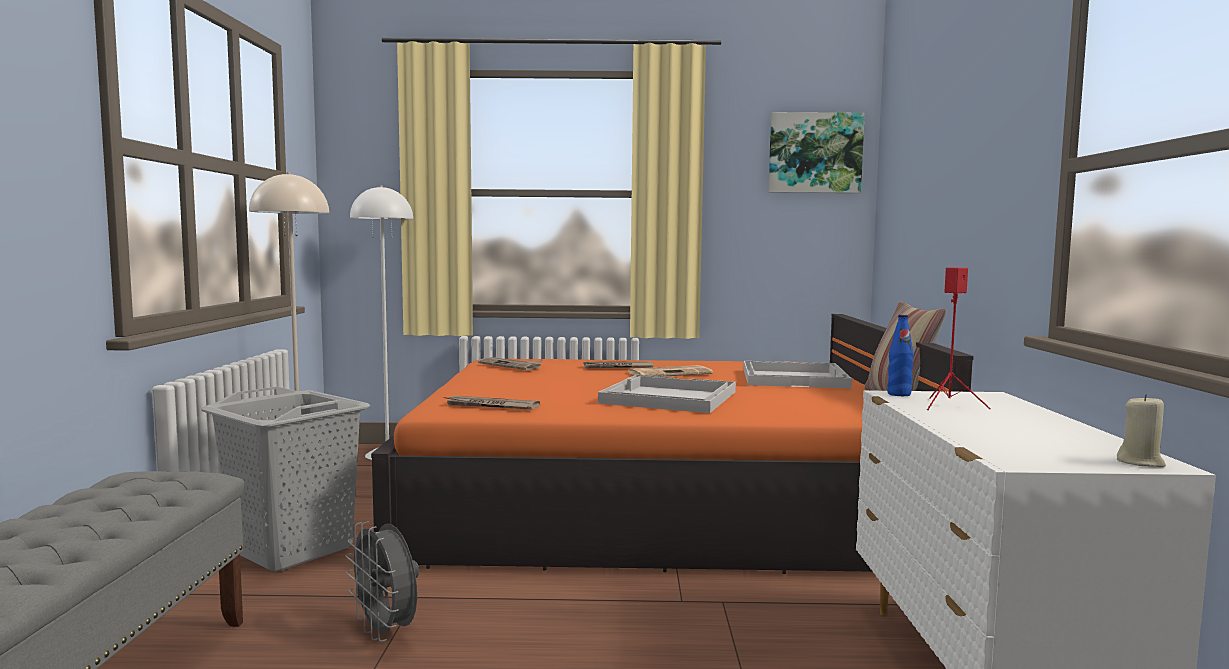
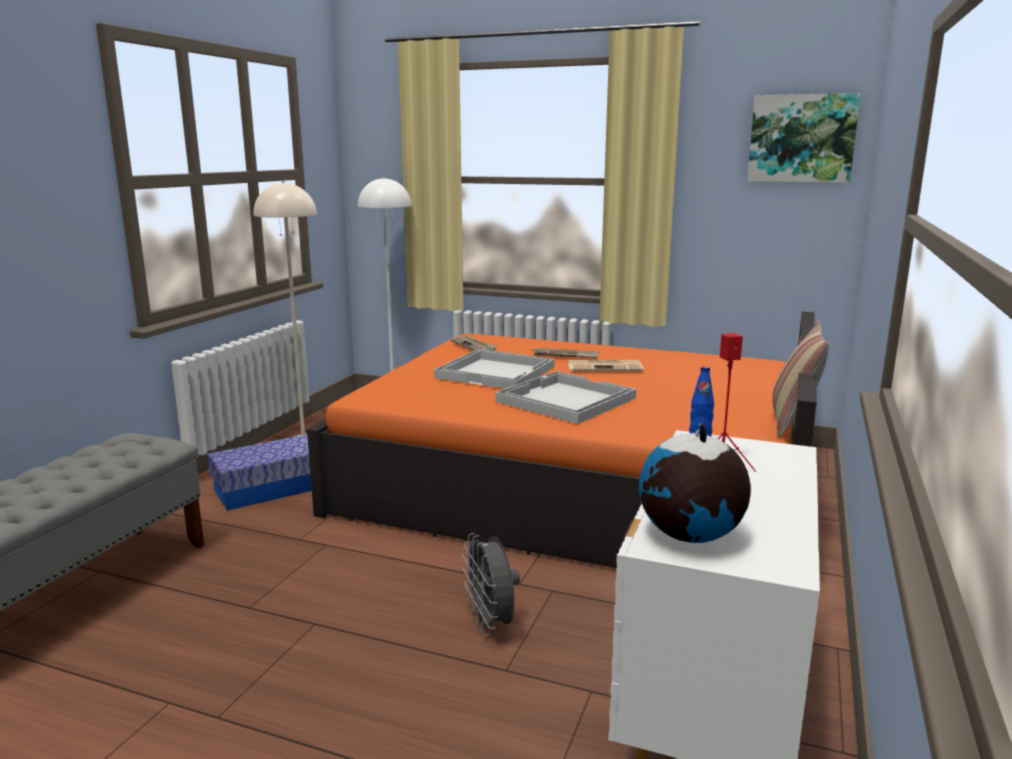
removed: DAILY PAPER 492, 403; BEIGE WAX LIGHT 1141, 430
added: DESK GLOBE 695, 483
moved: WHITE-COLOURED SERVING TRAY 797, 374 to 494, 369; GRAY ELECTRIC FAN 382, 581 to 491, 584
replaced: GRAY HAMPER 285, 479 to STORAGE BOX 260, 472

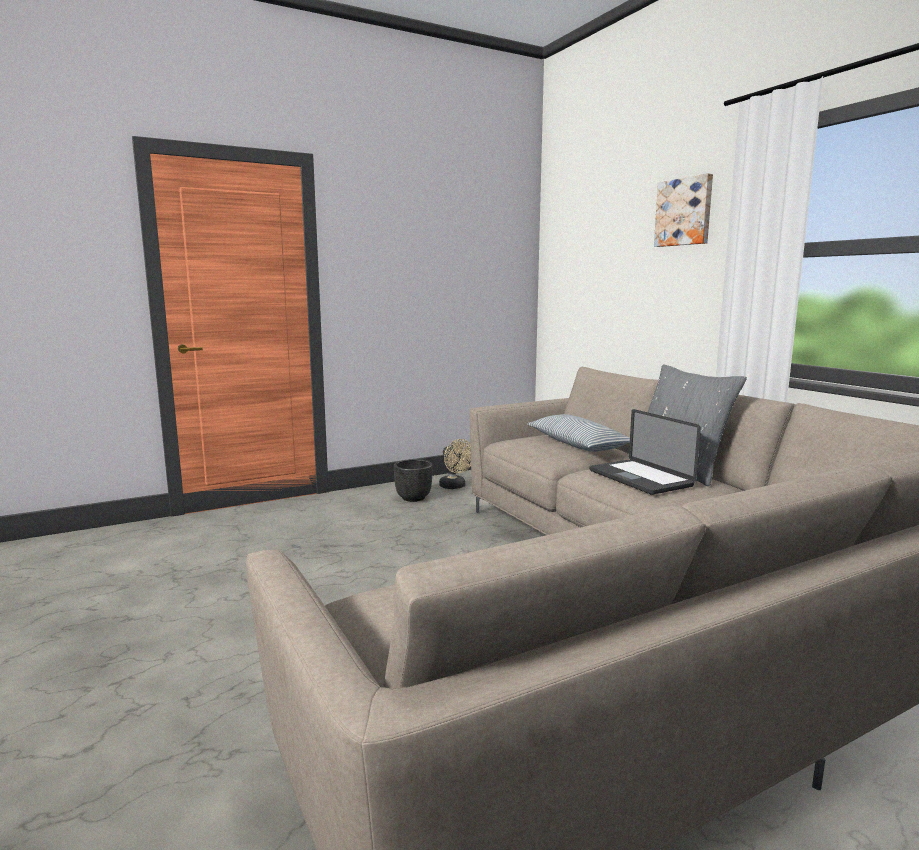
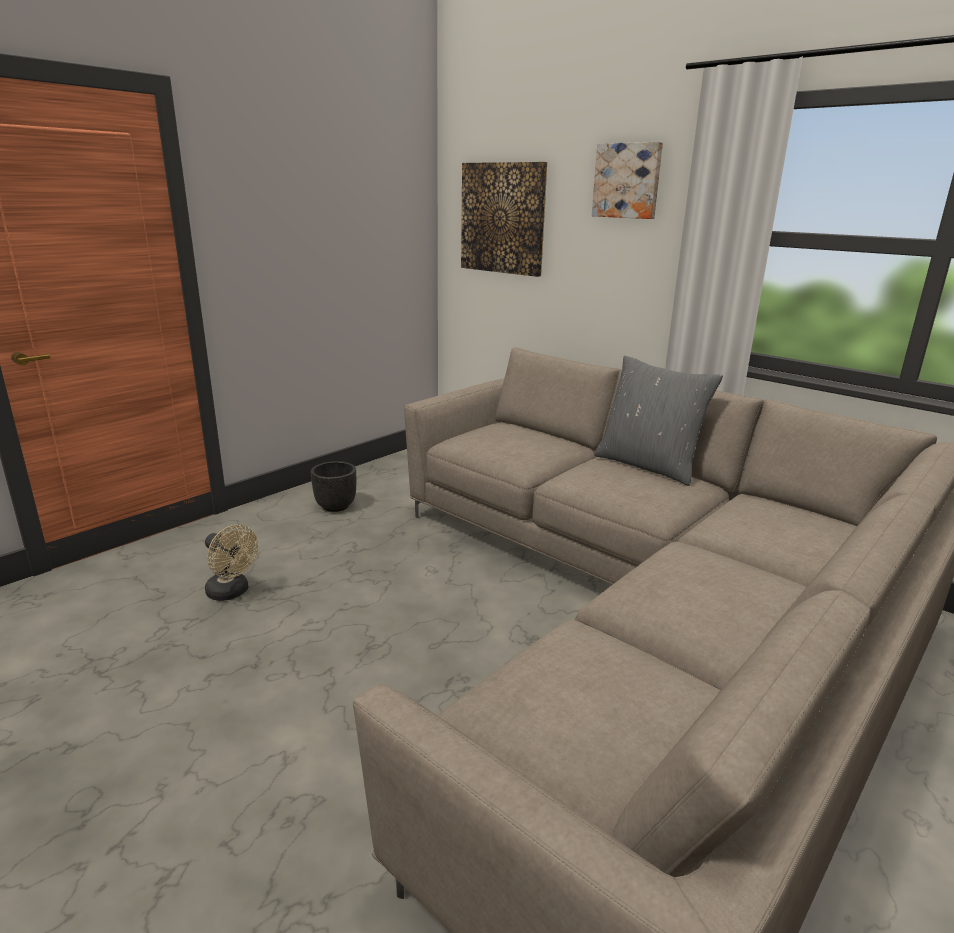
removed: THROW PILLOW 578, 433; PORTABLE COMPUTER 645, 452
added: PICTURE 504, 219
moved: BEIGE ELECTRIC FAN 455, 464 to 231, 563

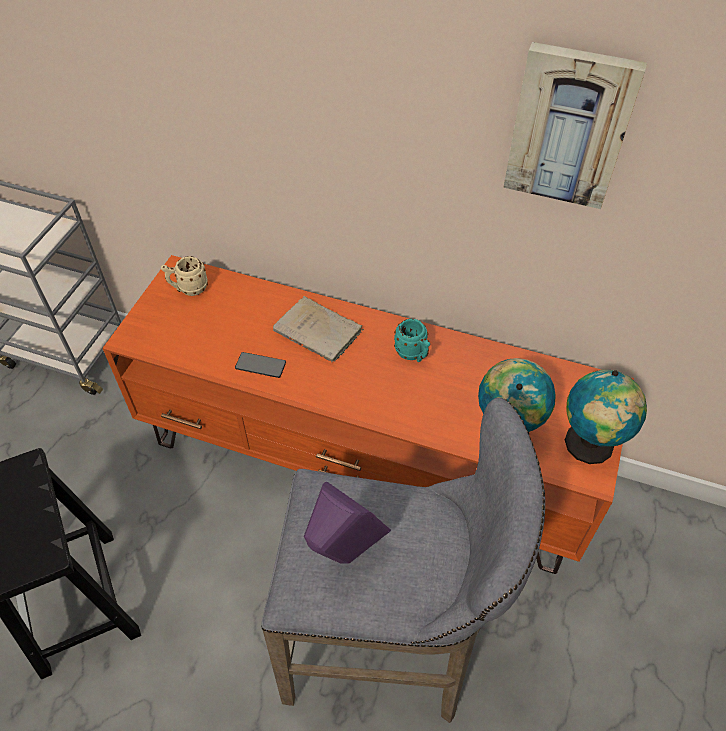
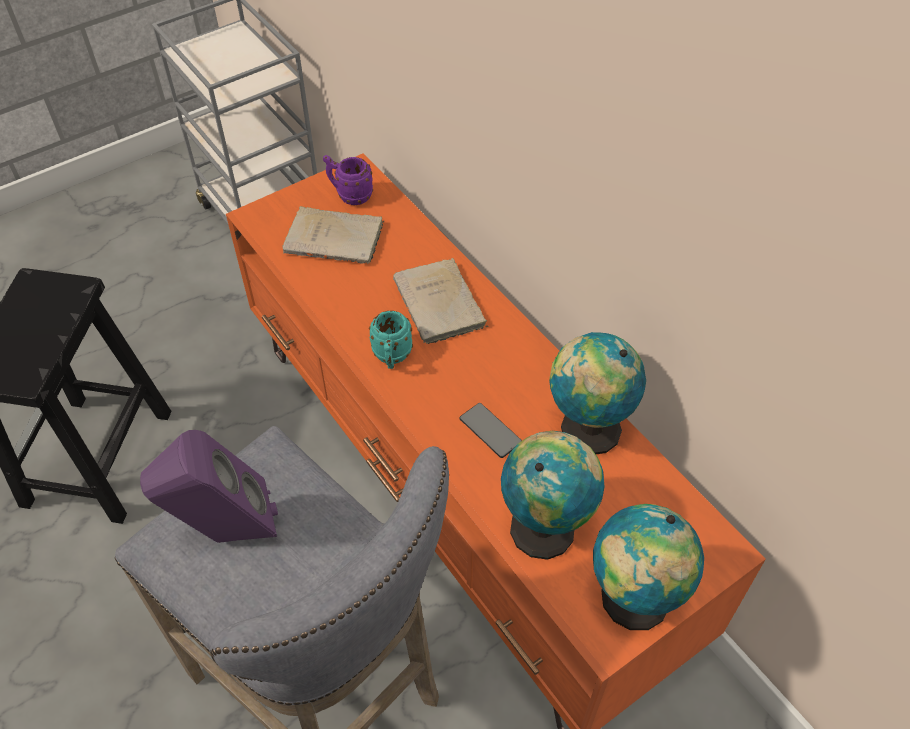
removed: PICTURE 575, 125
added: BEIGE BOOK 333, 235; DESK GLOBE 597, 393
moved: TURQUOISE-COLOURED MUG 412, 340 to 391, 340; PHONE 260, 365 to 490, 430
recoloured: BEIGE MUG 184, 276 to PURPLE MUG 348, 180

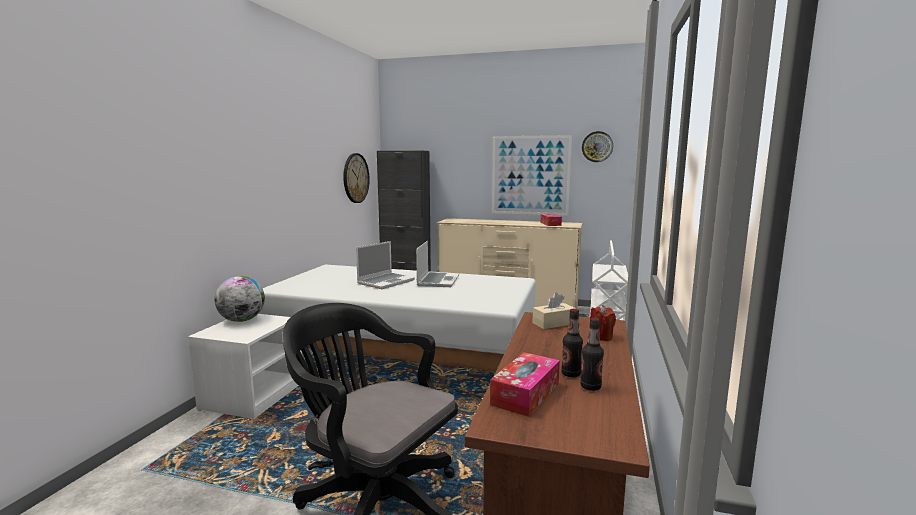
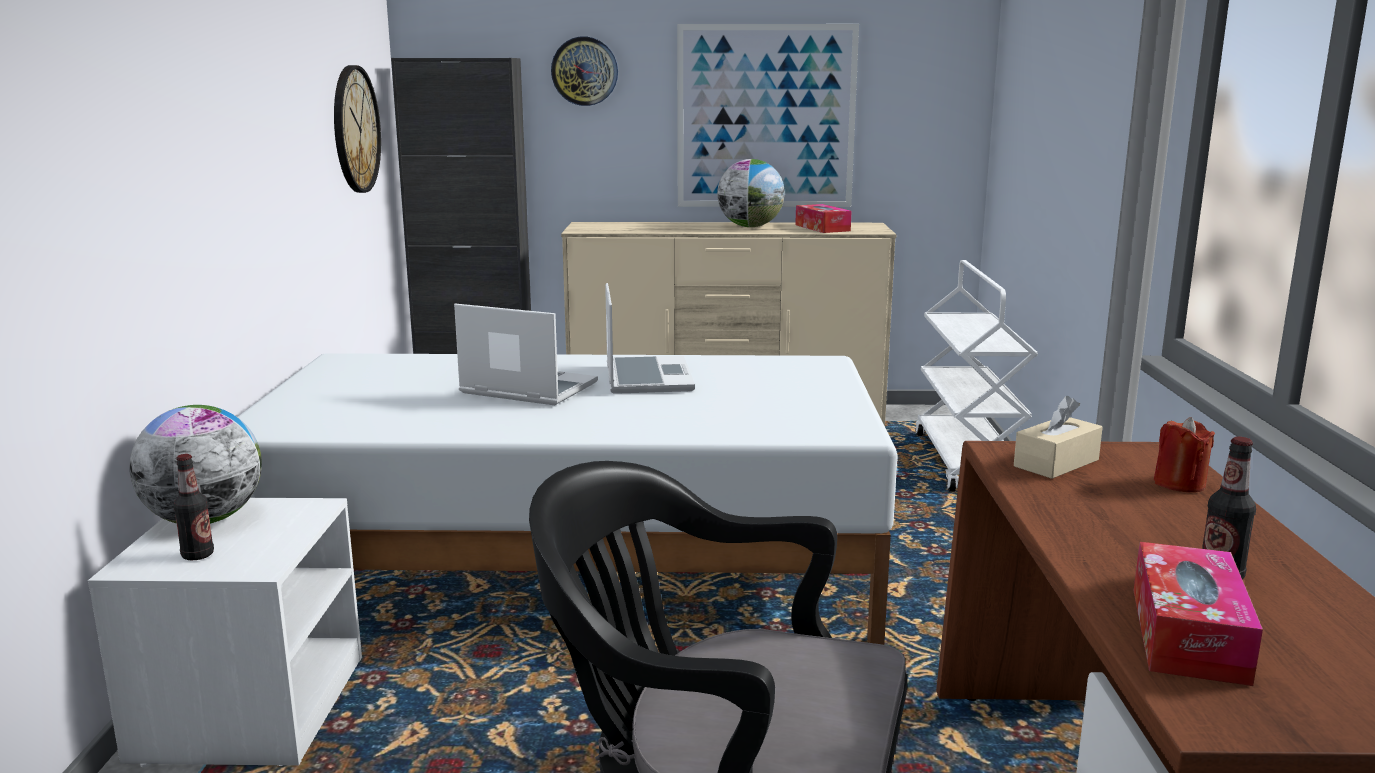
added: DESK GLOBE 751, 193
moved: DRINK BOTTLE 592, 354 to 193, 507; CLOCK ON THE WALL 597, 146 to 584, 71
turned: PORTABLE COMPUTER 385, 265 = 526, 354 90 degrees counterclockwise

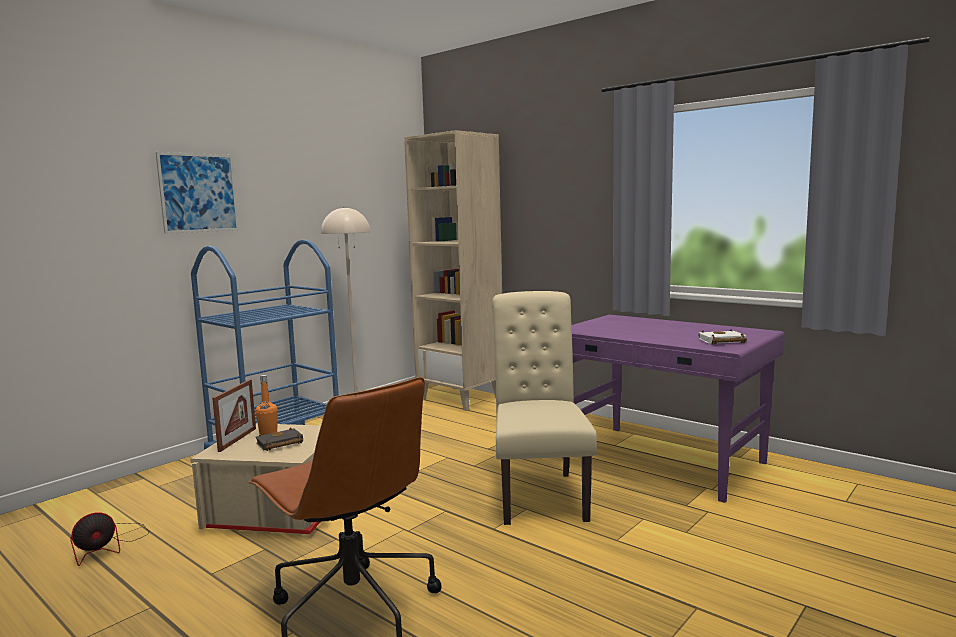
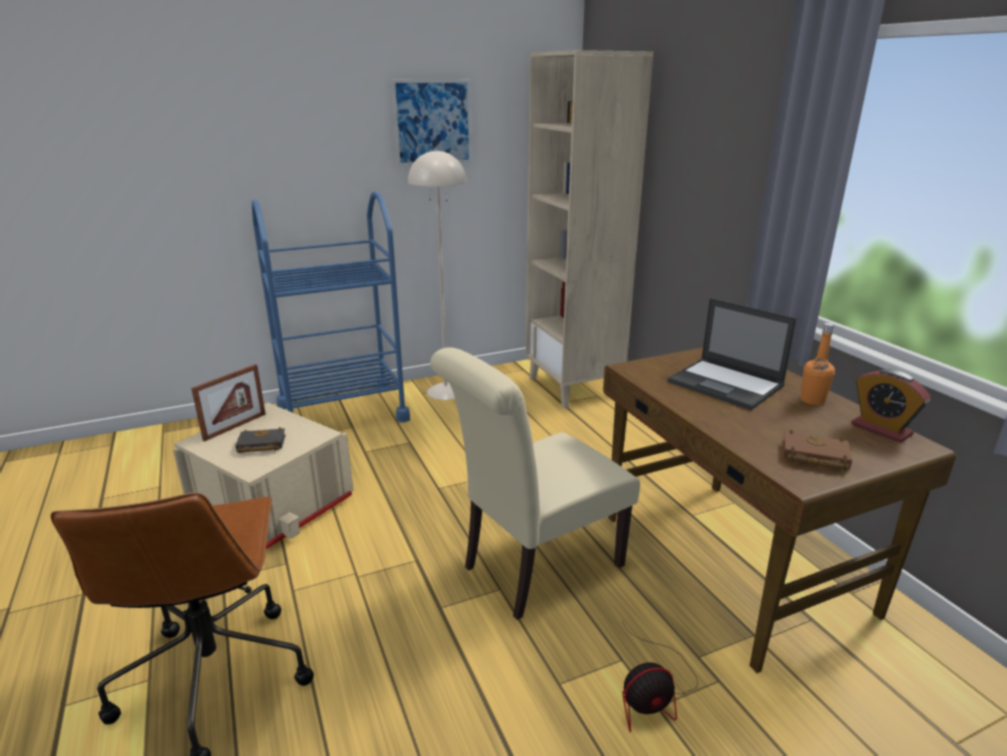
added: PORTABLE COMPUTER 732, 354; TABLE CLOCK 891, 406
moved: PICTURE 197, 193 to 432, 123; ELECTRIC FAN 109, 539 to 660, 676; ORANGE DRINK BOTTLE 266, 405 to 817, 364
recoloured: PURPLE DESK UNIT 673, 409 to BROWN DESK UNIT 779, 510; WHITE-COLOURED BOOK 722, 337 to BROWN BOOK 817, 450
turned: BEIGE CHAIR 544, 408 = 535, 483 150 degrees counterclockwise

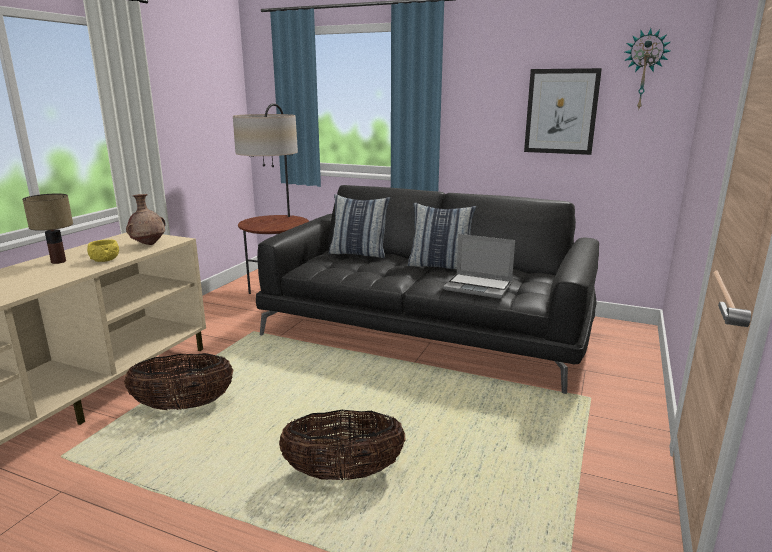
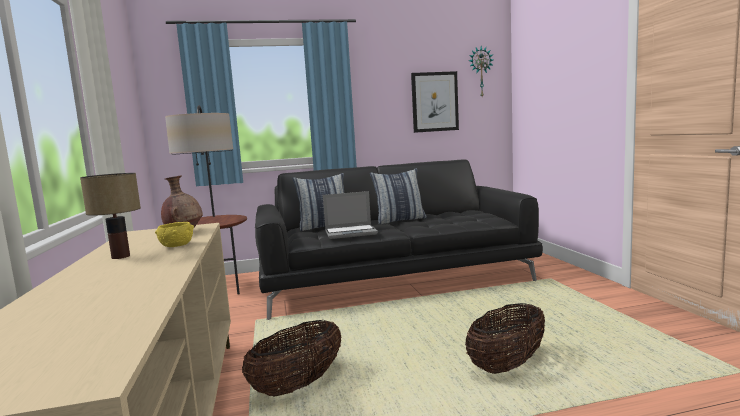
moved: PORTABLE COMPUTER 479, 266 to 350, 215

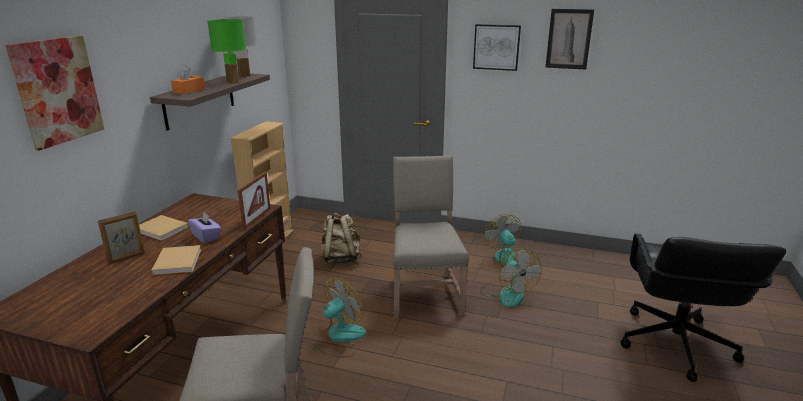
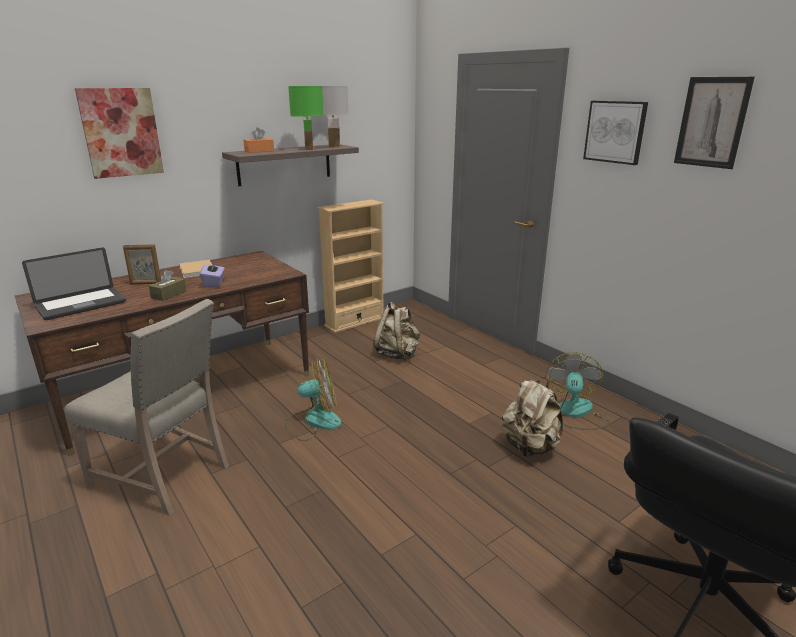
removed: PICTURE FRAME 254, 201; BEIGE CHAIR 431, 236
added: PORTABLE COMPUTER 74, 284
replaced: BEIGE BOOK 176, 260 to BROWN TISSUE BOX 167, 285; ELECTRIC FAN 511, 277 to BEIGE RUCKSACK 532, 417

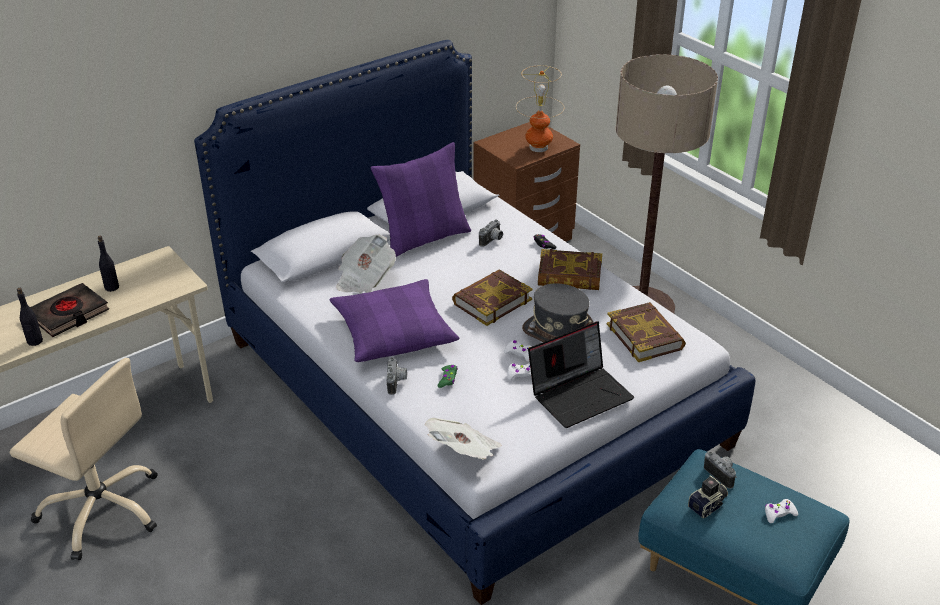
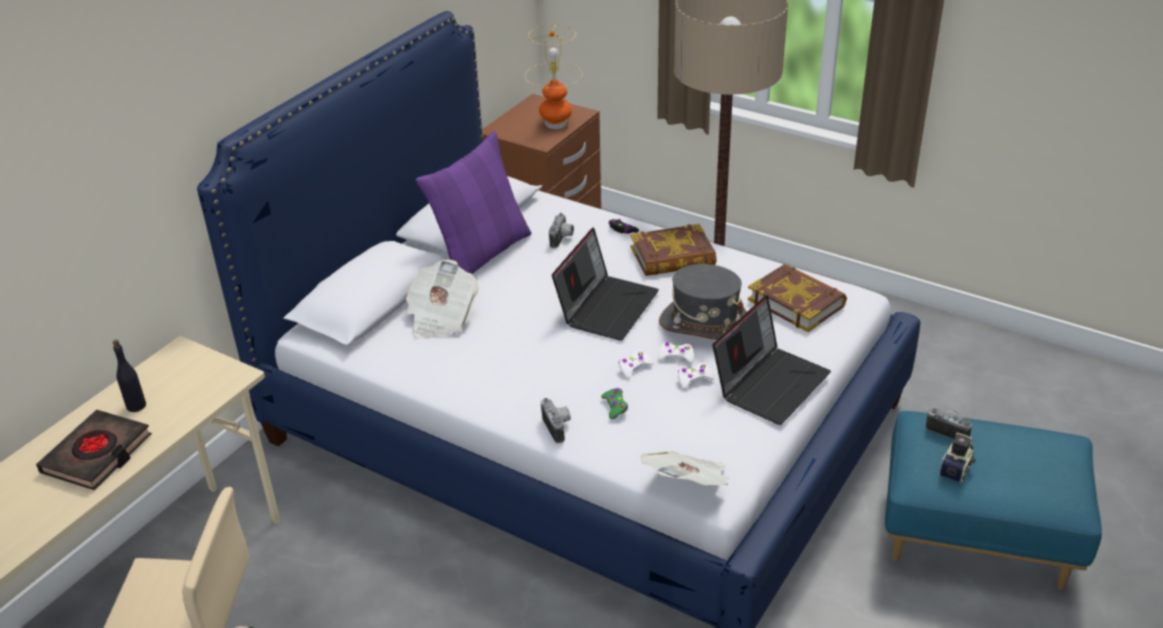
removed: BLACK-COLOURED DRINK BOTTLE 30, 317; PURPLE THROW PILLOW 394, 320
moved: WHITE-COLOURED JOYPAD 781, 511 to 636, 364
replaced: BOOK 492, 297 to PORTABLE COMPUTER 605, 284

